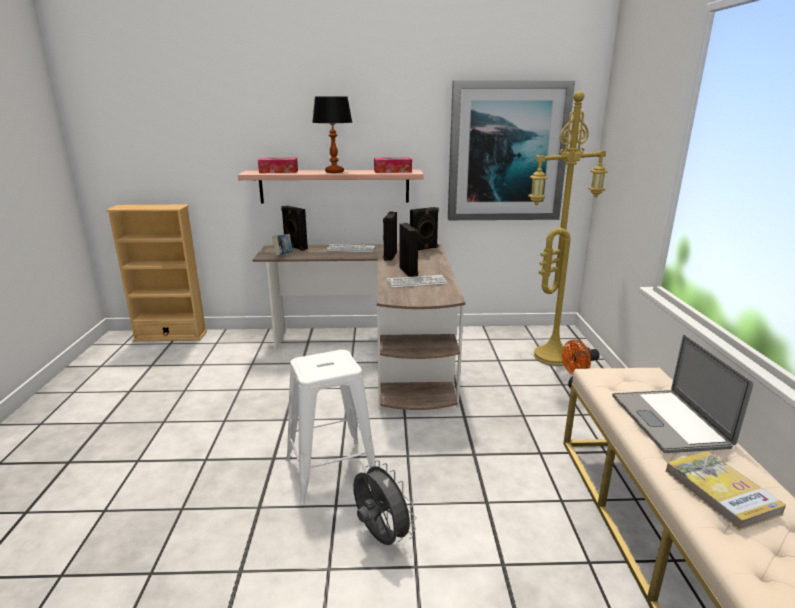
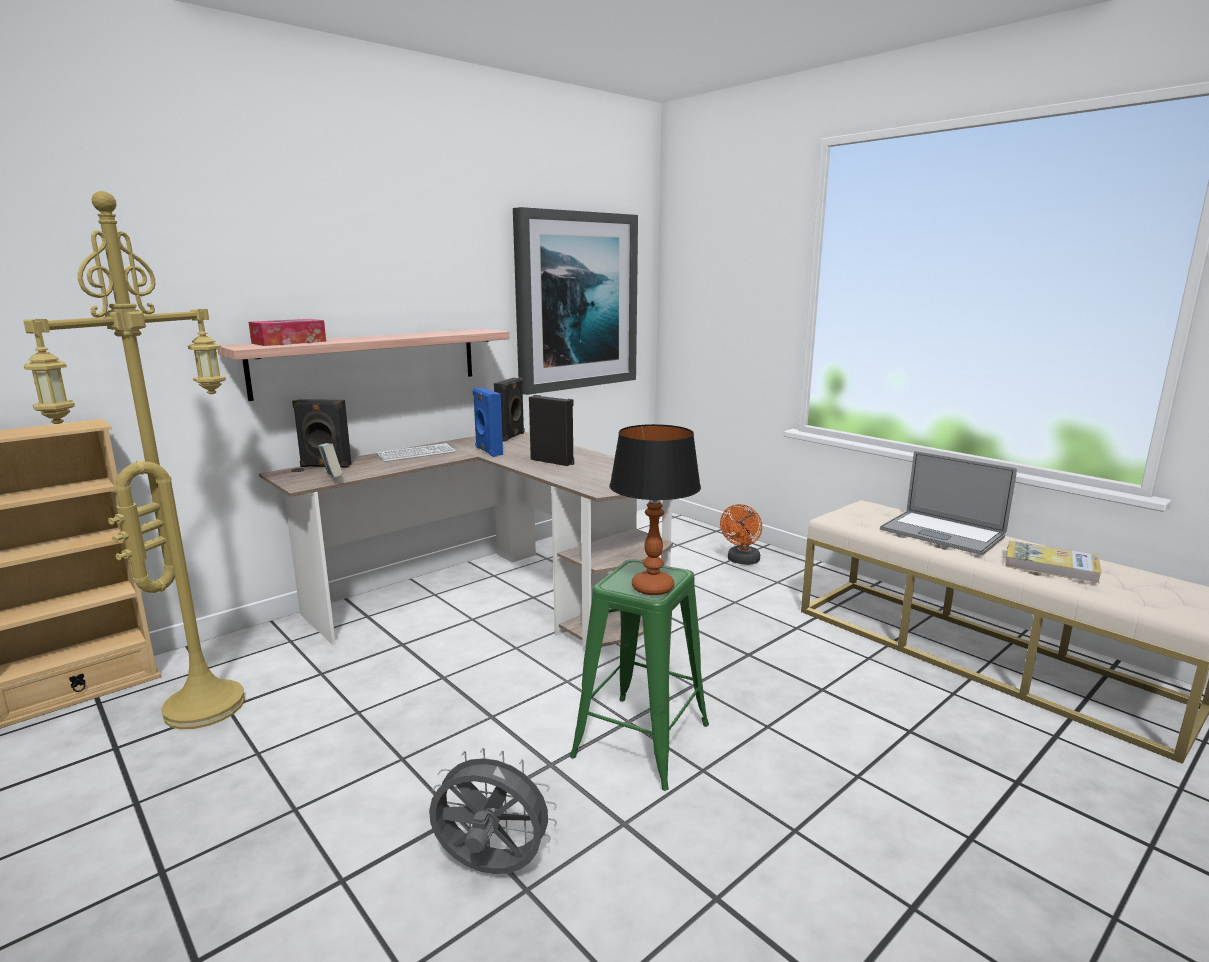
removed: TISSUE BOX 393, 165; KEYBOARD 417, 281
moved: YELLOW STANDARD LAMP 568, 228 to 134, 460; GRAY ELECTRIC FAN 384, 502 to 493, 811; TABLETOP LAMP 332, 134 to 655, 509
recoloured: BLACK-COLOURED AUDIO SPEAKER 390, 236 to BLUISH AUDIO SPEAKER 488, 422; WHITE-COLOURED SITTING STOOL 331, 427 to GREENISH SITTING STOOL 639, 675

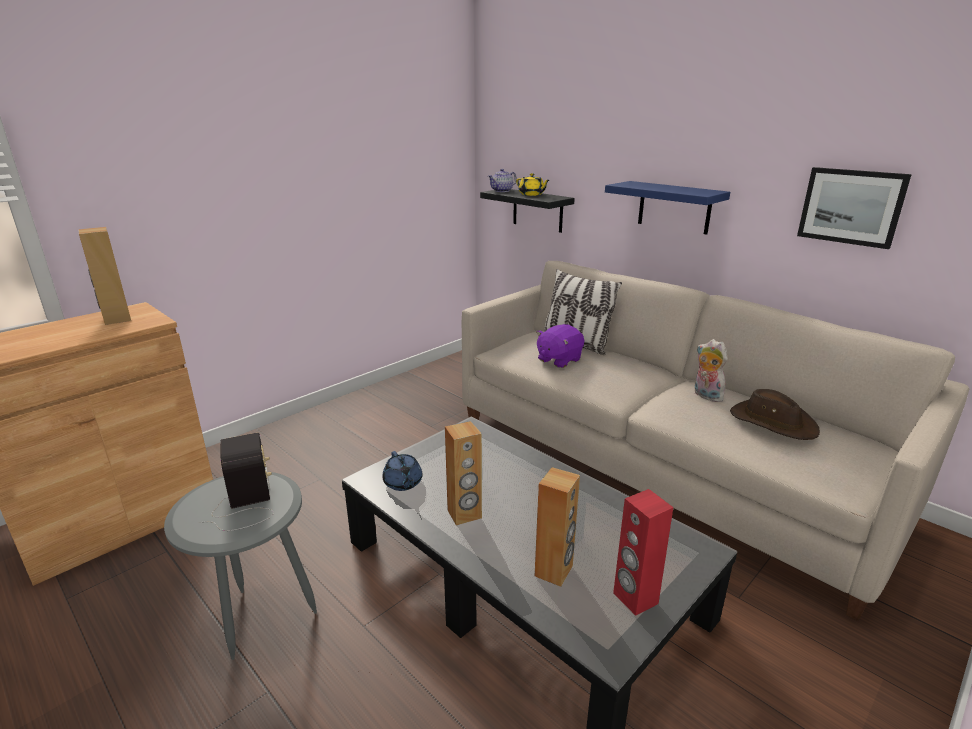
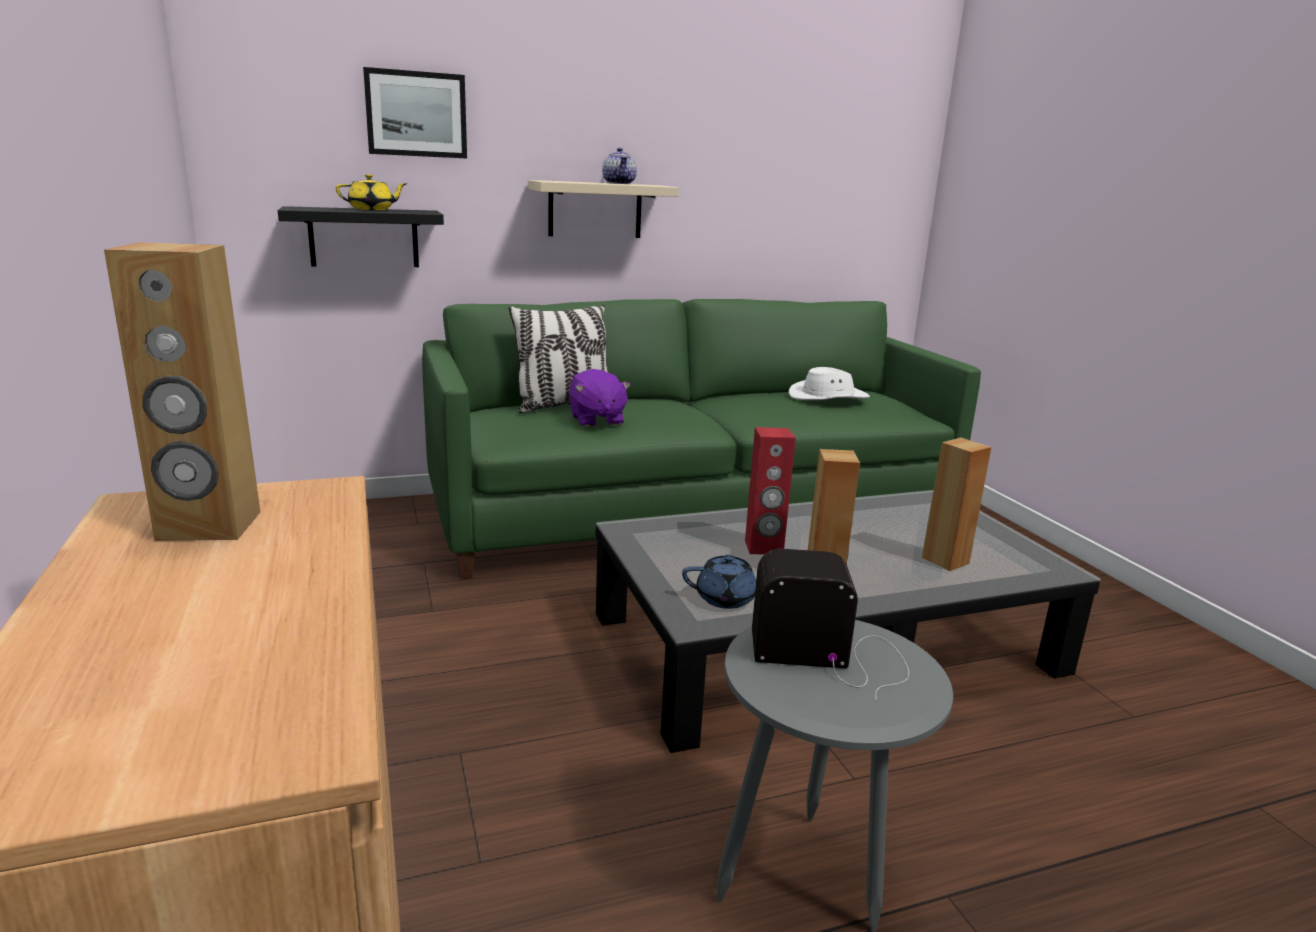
removed: SOFT TOY 711, 370
moved: PICTURE 854, 208 to 415, 112; TEA POT 502, 180 to 619, 166; REDDISH AUDIO SPEAKER 643, 552 to 770, 490
recoloured: BEIGE SETTEE 715, 441 to GREENISH SETTEE 701, 439; BLUISH WALL SHELF 667, 208 to BEIGE WALL SHELF 604, 209; BROWN CLOTHING HAT 775, 414 to WHITE-COLOURED CLOTHING HAT 829, 383

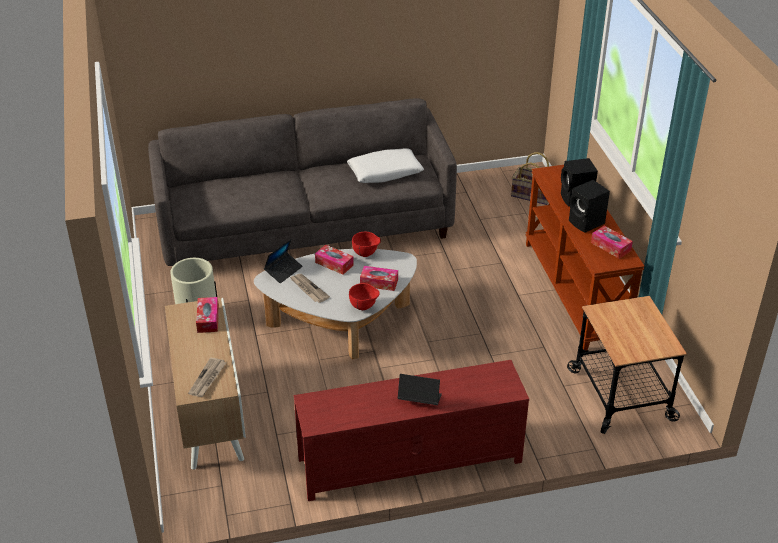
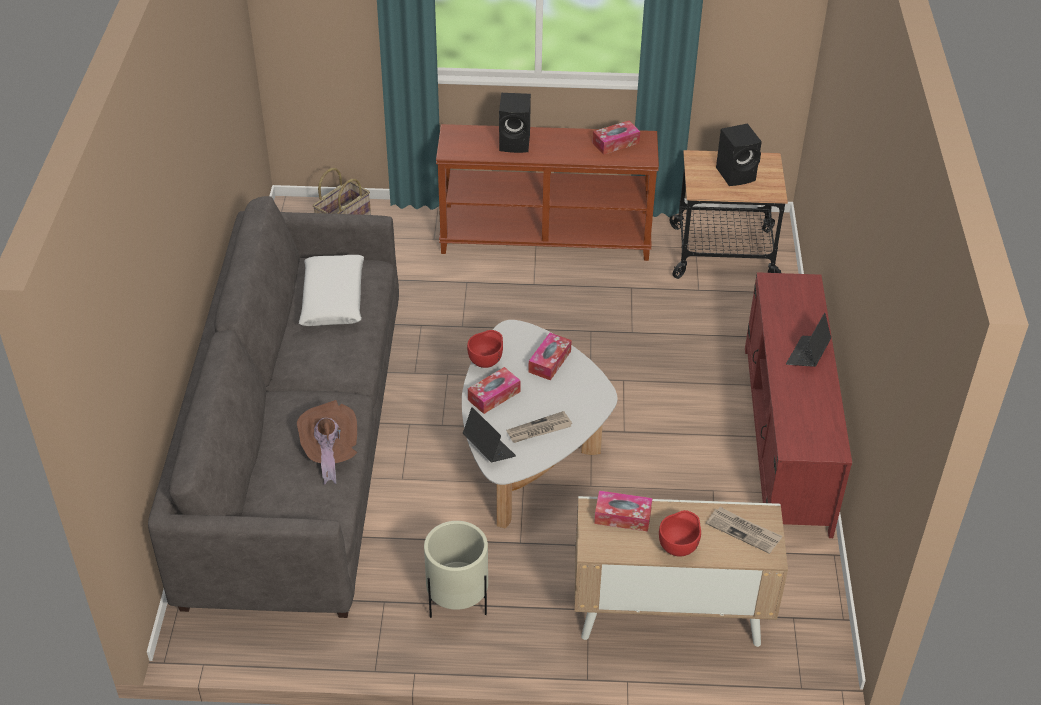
added: BROWN CLOTHING HAT 327, 442
moved: REDDISH BOWL 364, 296 to 680, 533; BLACK-COLOURED AUDIO SPEAKER 589, 206 to 739, 154

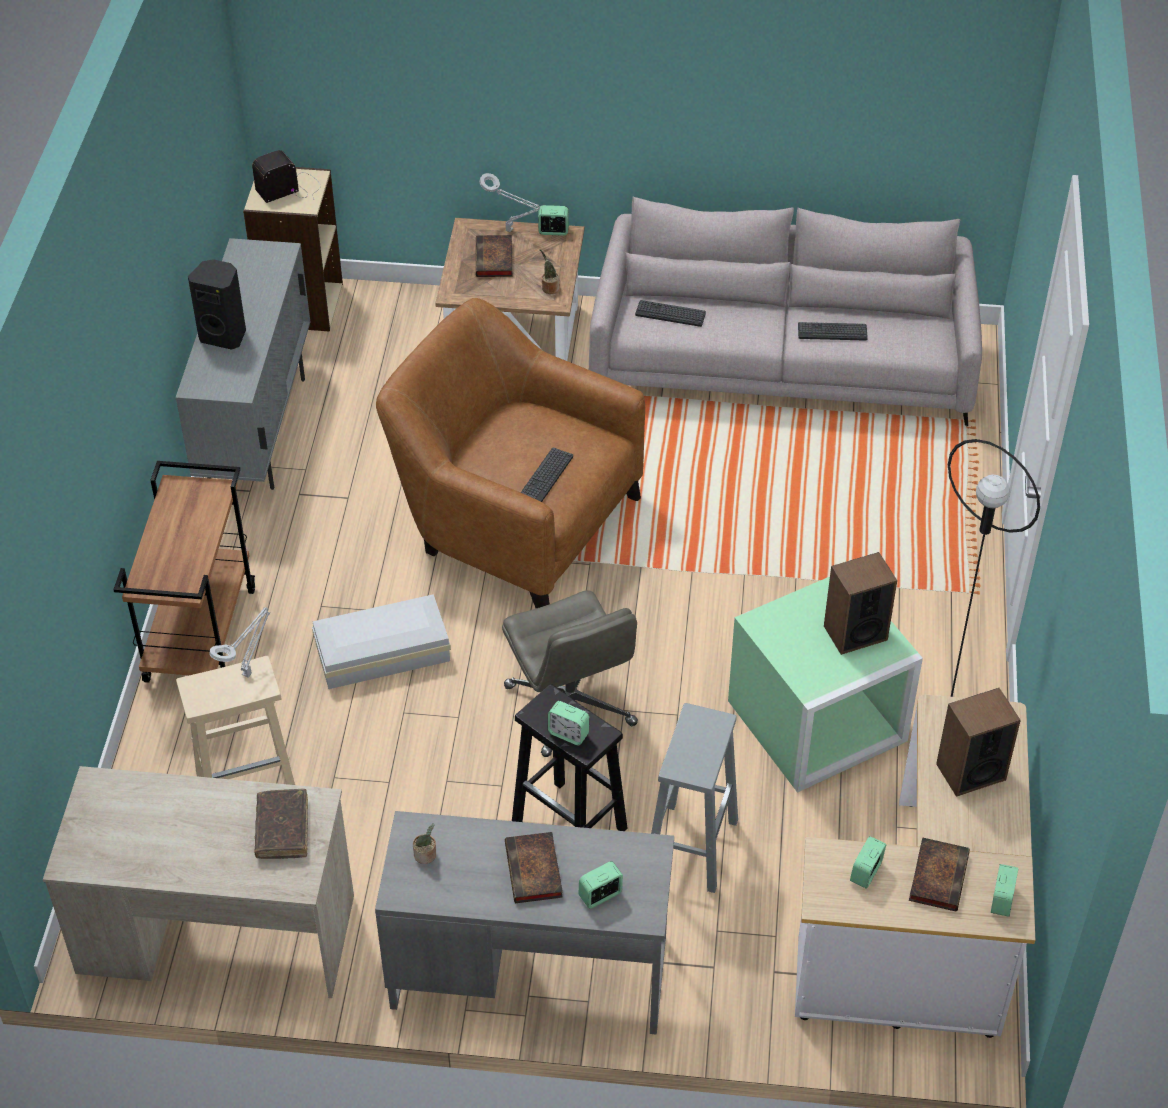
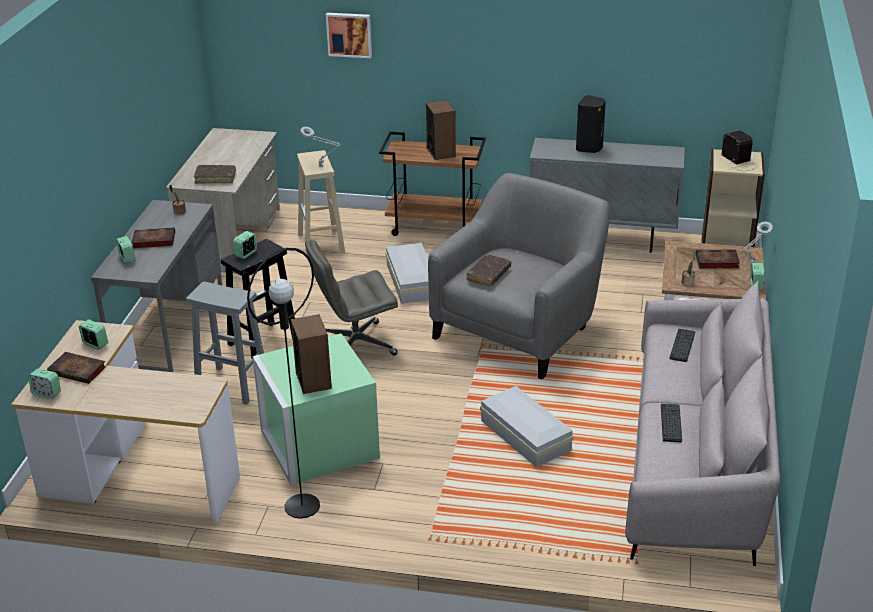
added: PICTURE 349, 35; WHITE-COLOURED STORAGE BOX 527, 427
moved: AUDIO SPEAKER 978, 742 to 441, 130
replaced: KEYBOARD 547, 475 to BROWN BOOK 488, 270
recoloured: BROWN ARMCHAIR 510, 453 to GRAY ARMCHAIR 519, 276

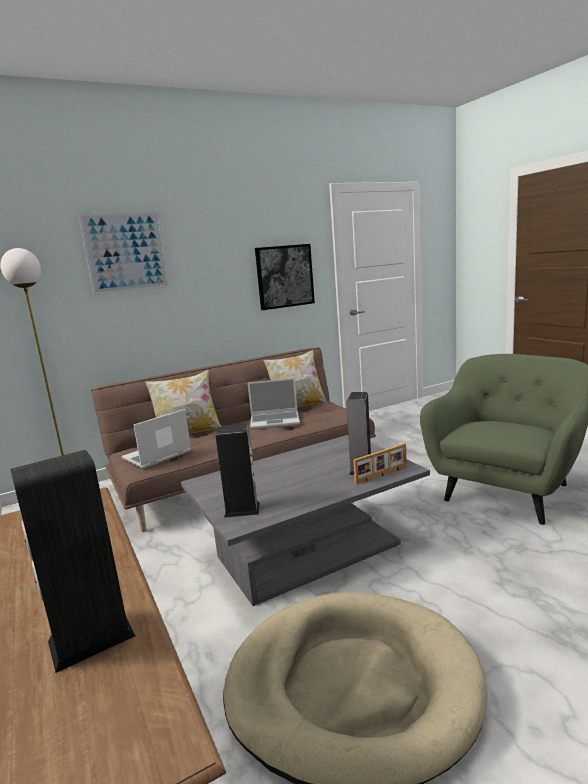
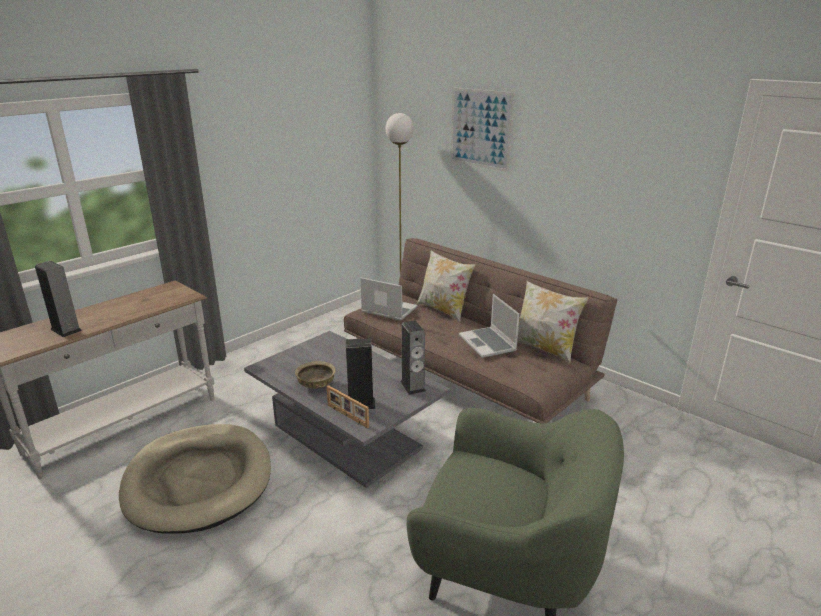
removed: PICTURE 285, 277
added: BEIGE BOWL 315, 375
moved: AUDIO SPEAKER 237, 470 to 413, 357

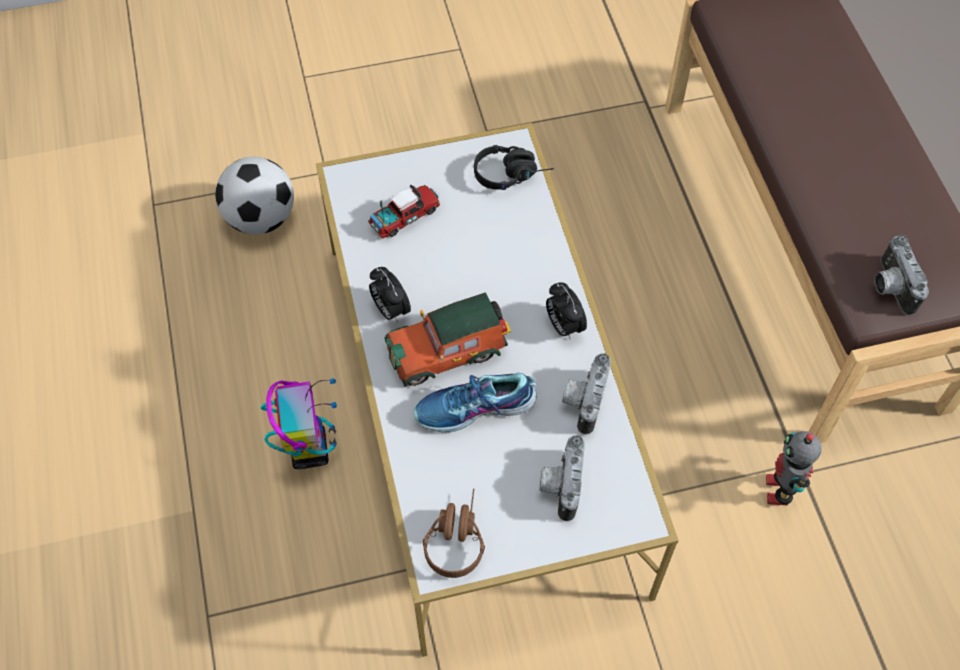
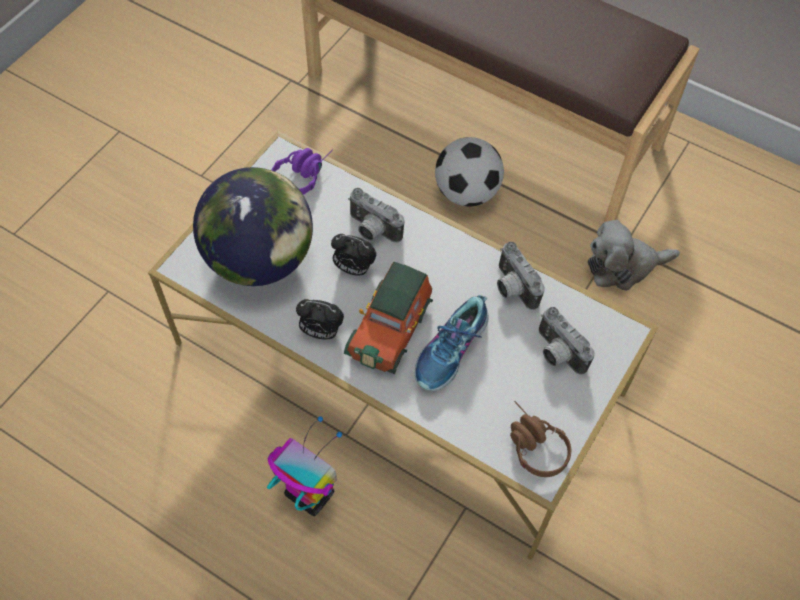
moved: TABLE CLOCK 566, 311 to 353, 255; PHOTO CAMERA 902, 275 to 376, 215; FOOTBALL BALL 254, 196 to 469, 172
replaced: TOY LORRY 404, 212 to DESK GLOBE 253, 226; ROBOT FIGURE 794, 468 to SOFT TOY 634, 255
recoloured: BLACK-COLOURED HEADPHONES 514, 167 to PURPLE HEADPHONES 302, 171

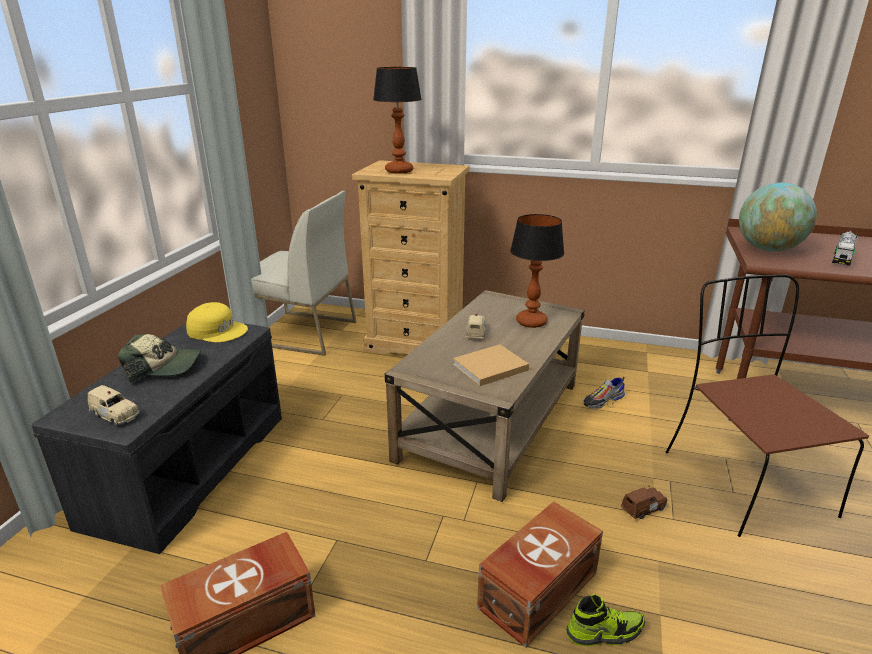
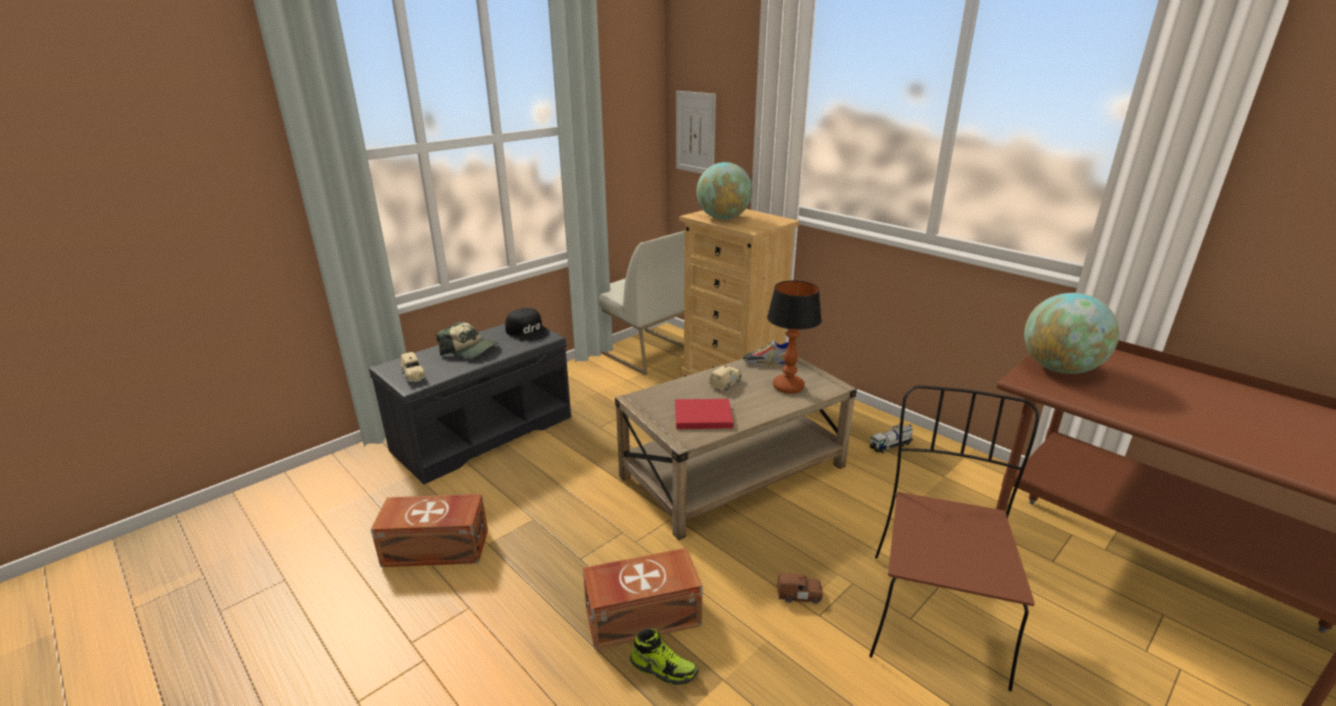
added: PICTURE 696, 132
moved: ITEM OF FOOTWEAR 604, 393 to 770, 354; TOY LORRY 845, 248 to 891, 438
replaced: TABLETOP LAMP 397, 120 to DESK GLOBE 724, 191
recoloured: YELLOW CAP 217, 322 to BLACK-COLOURED CAP 527, 324; BEIGE BOOK 491, 365 to REDDISH BOOK 704, 414

